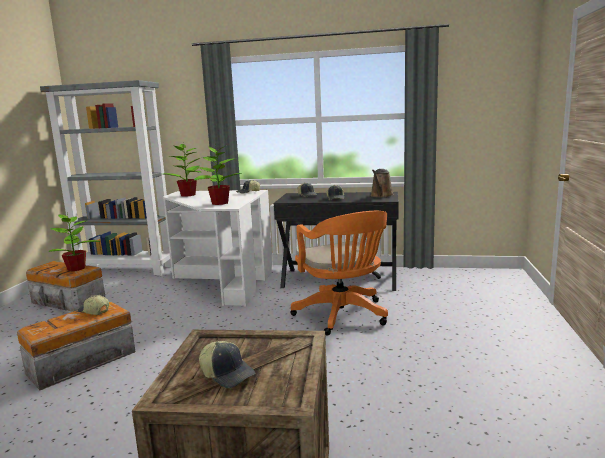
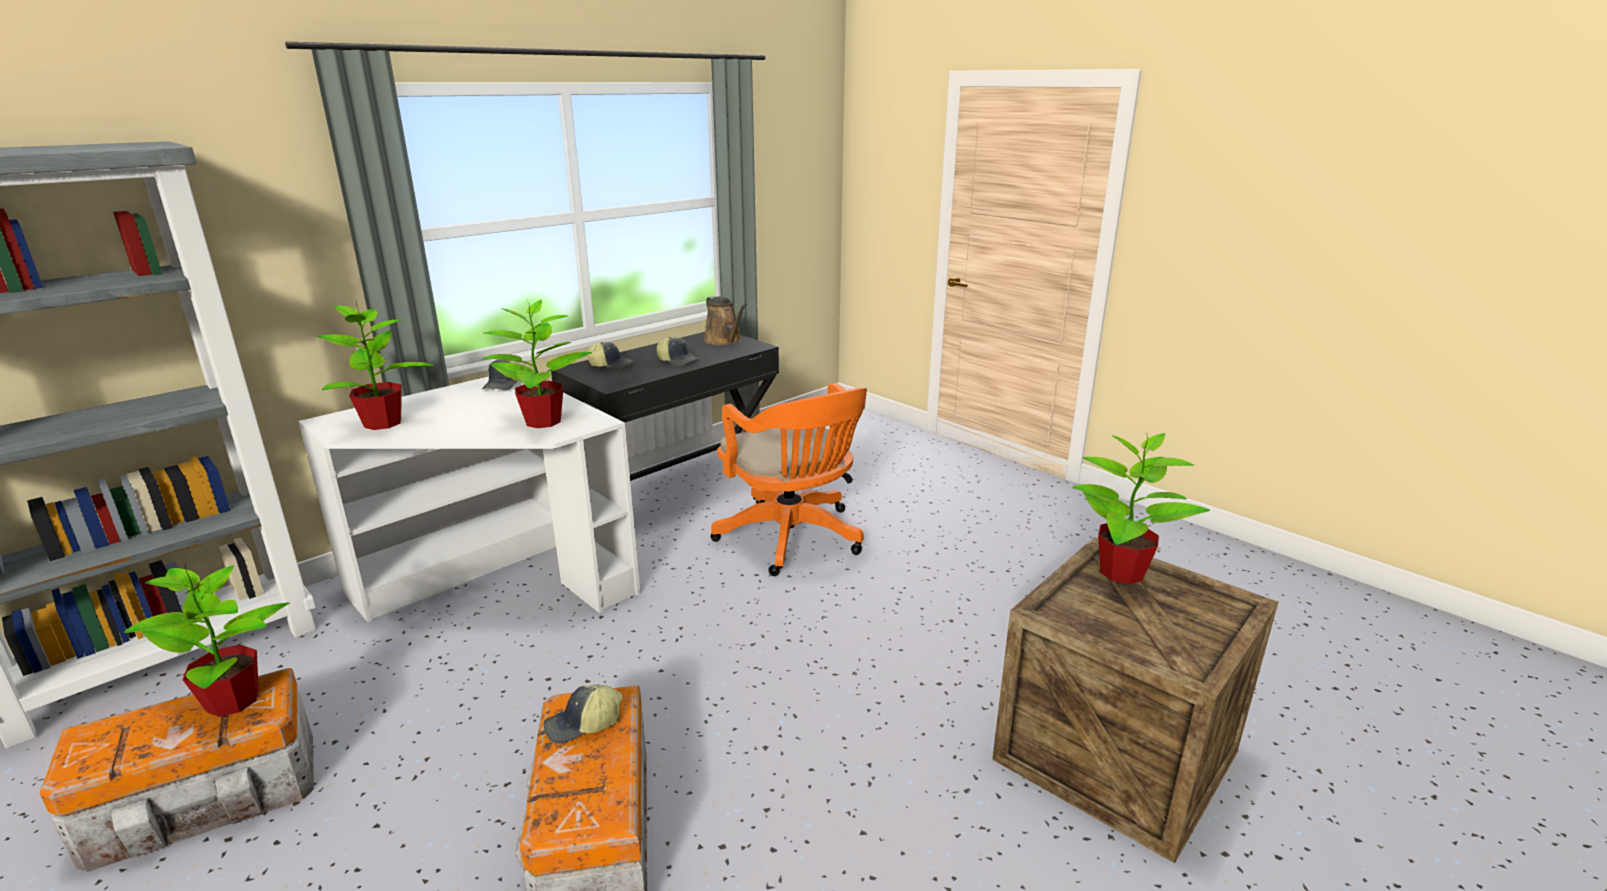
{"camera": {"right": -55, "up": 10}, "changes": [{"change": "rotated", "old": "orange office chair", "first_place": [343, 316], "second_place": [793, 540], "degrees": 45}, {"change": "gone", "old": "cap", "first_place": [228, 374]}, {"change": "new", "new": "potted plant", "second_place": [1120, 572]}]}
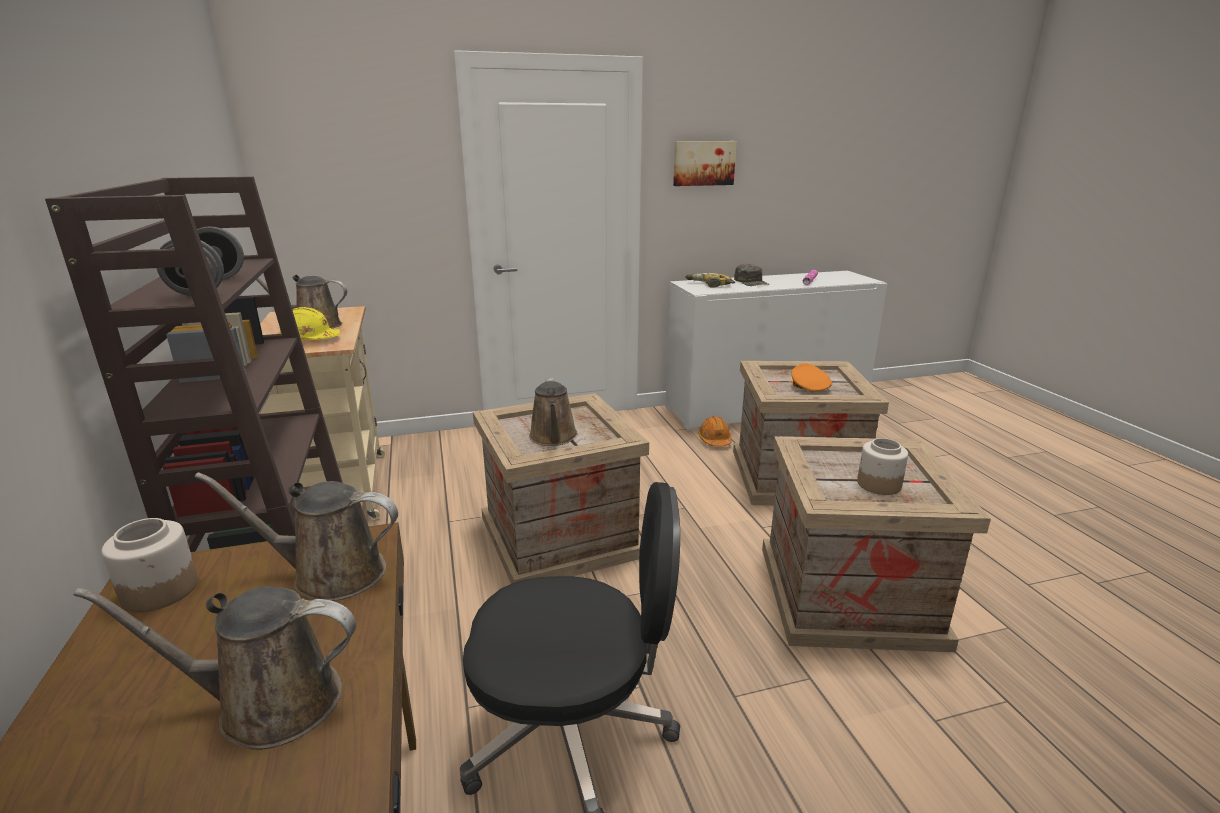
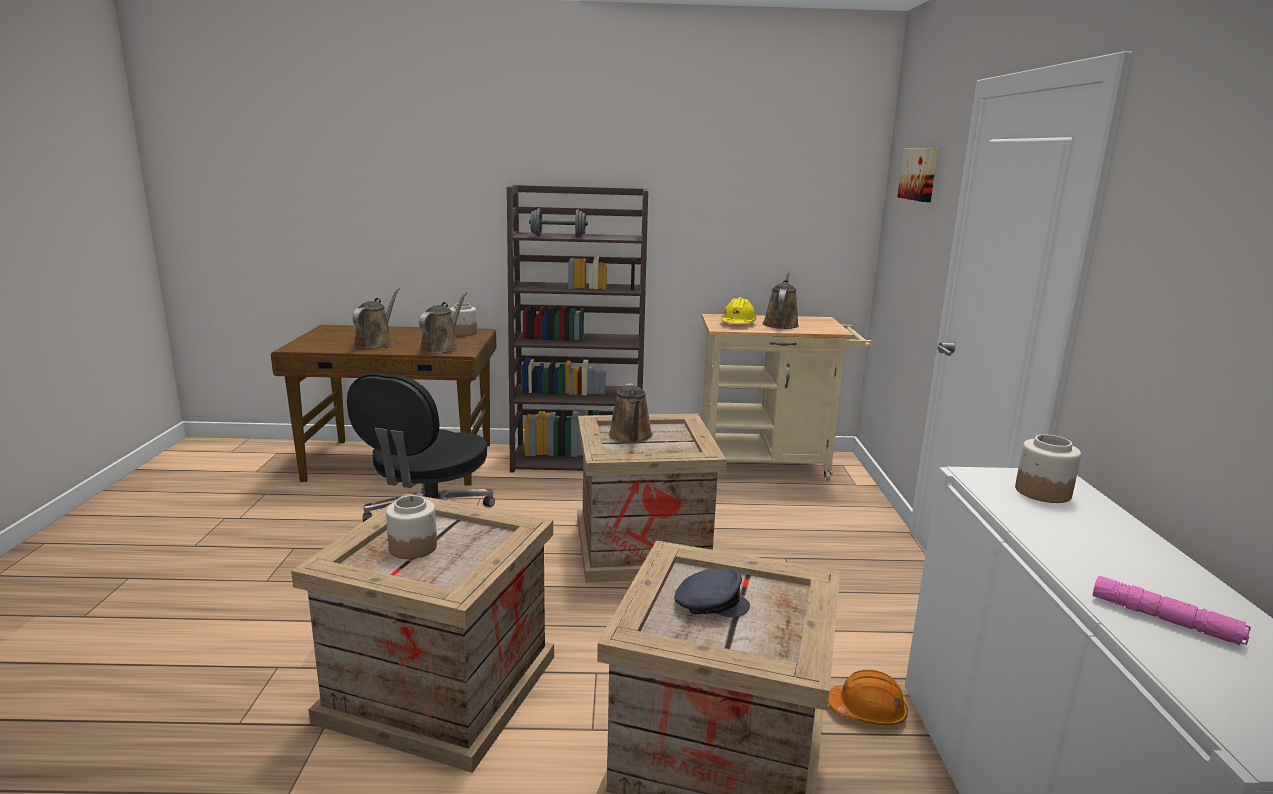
{"camera": {"right": 105, "up": -5}, "changes": [{"change": "shifted", "old": "picture", "first_place": [703, 163], "second_place": [920, 174]}, {"change": "gone", "old": "green cap", "first_place": [751, 282]}, {"change": "swapped", "old": "power drill", "new": "jar", "first_place": [709, 285], "second_place": [1042, 492]}, {"change": "repainted", "old": "orange cap", "new": "grey cap", "first_place": [808, 387], "second_place": [710, 603]}, {"change": "rotated", "old": "brown watering can", "first_place": [553, 437], "second_place": [631, 437], "degrees": -105}]}
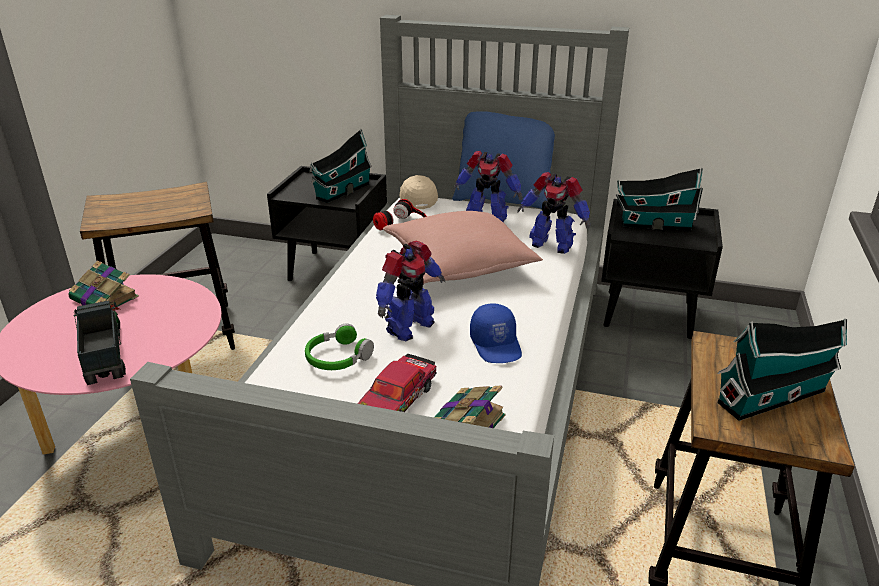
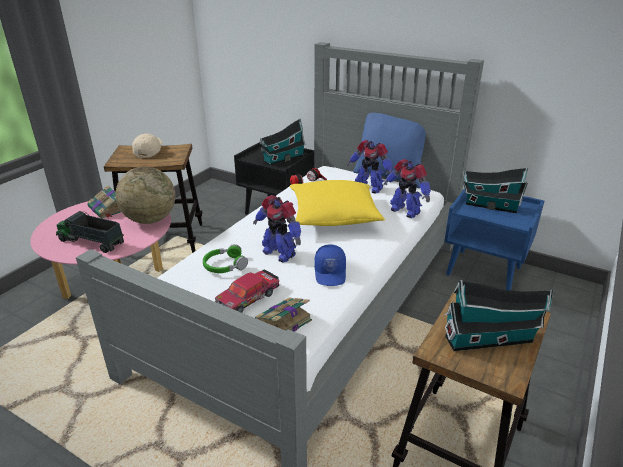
{"camera": {"right": 15, "up": 0}, "changes": [{"change": "shifted", "old": "beige cap", "first_place": [417, 199], "second_place": [149, 151]}, {"change": "repainted", "old": "black nightstand", "new": "blue nightstand", "first_place": [649, 314], "second_place": [484, 271]}, {"change": "repainted", "old": "pink pillow", "new": "yellow pillow", "first_place": [459, 265], "second_place": [334, 216]}, {"change": "rotated", "old": "toy robot", "first_place": [409, 327], "second_place": [279, 253], "degrees": 75}, {"change": "rotated", "old": "toy truck", "first_place": [104, 354], "second_place": [91, 242], "degrees": -60}, {"change": "new", "new": "globe", "second_place": [150, 220]}]}
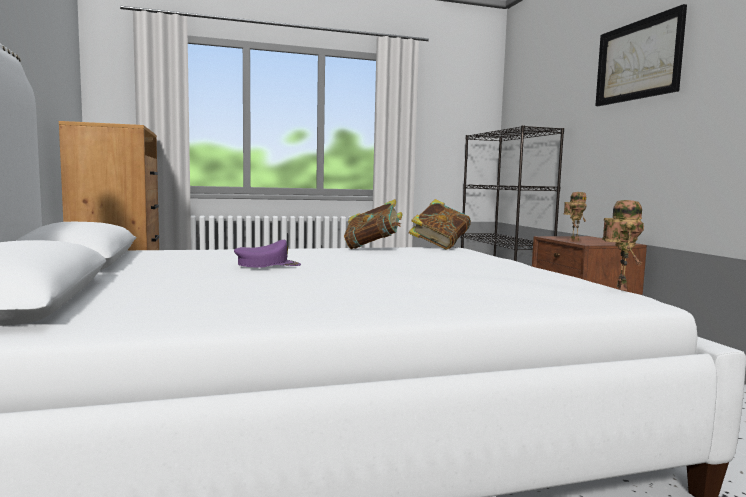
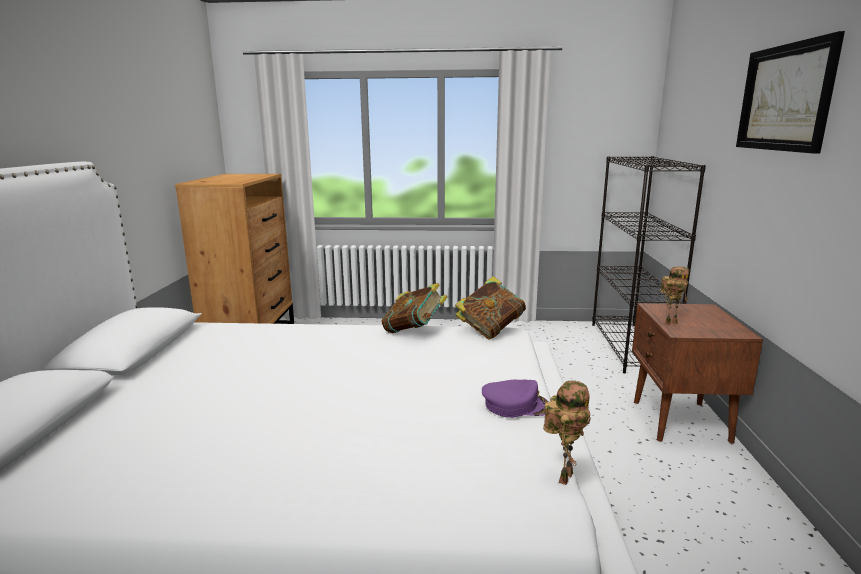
{"camera": {"right": 20, "up": 10}, "changes": [{"change": "shifted", "old": "purple cap", "first_place": [267, 264], "second_place": [516, 405]}]}
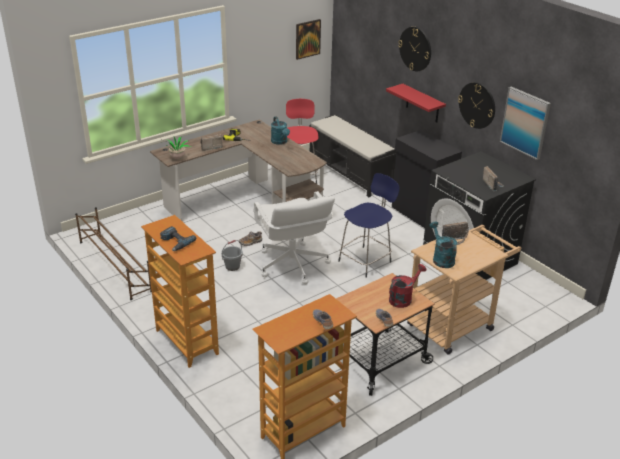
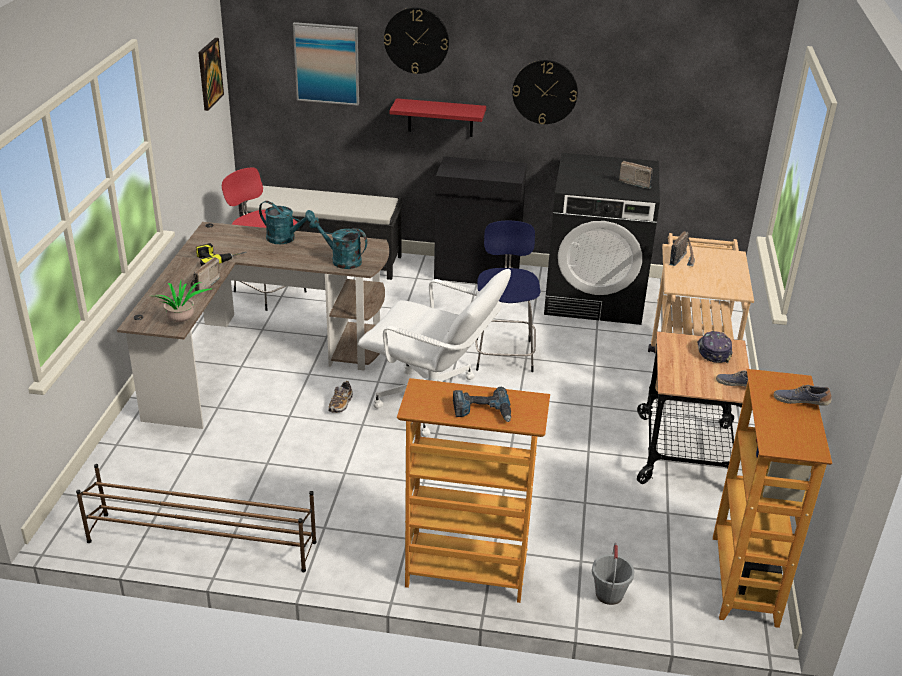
{"camera": {"right": -45, "up": 0}, "changes": [{"change": "shifted", "old": "picture", "first_place": [525, 122], "second_place": [327, 63]}, {"change": "shifted", "old": "turquoise watering can", "first_place": [441, 258], "second_place": [341, 260]}, {"change": "shifted", "old": "grey bucket", "first_place": [232, 266], "second_place": [609, 594]}, {"change": "swapped", "old": "red watering can", "new": "cap", "first_place": [403, 298], "second_place": [713, 352]}]}
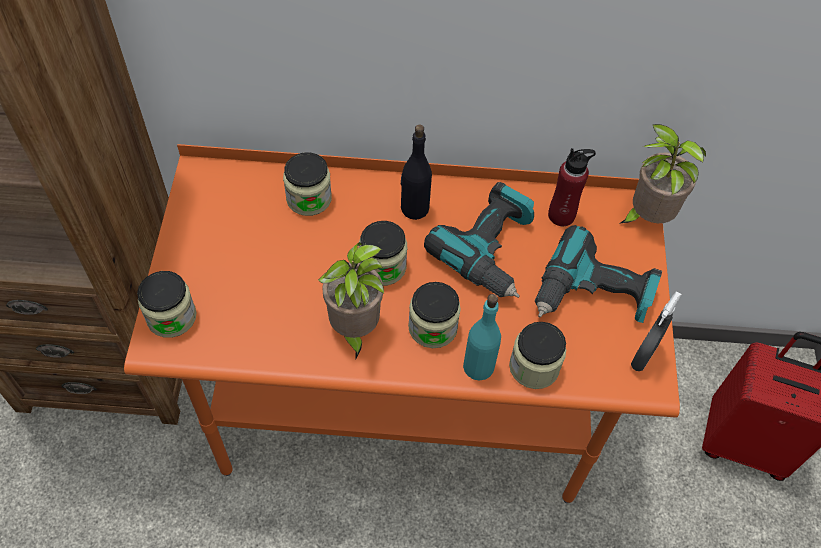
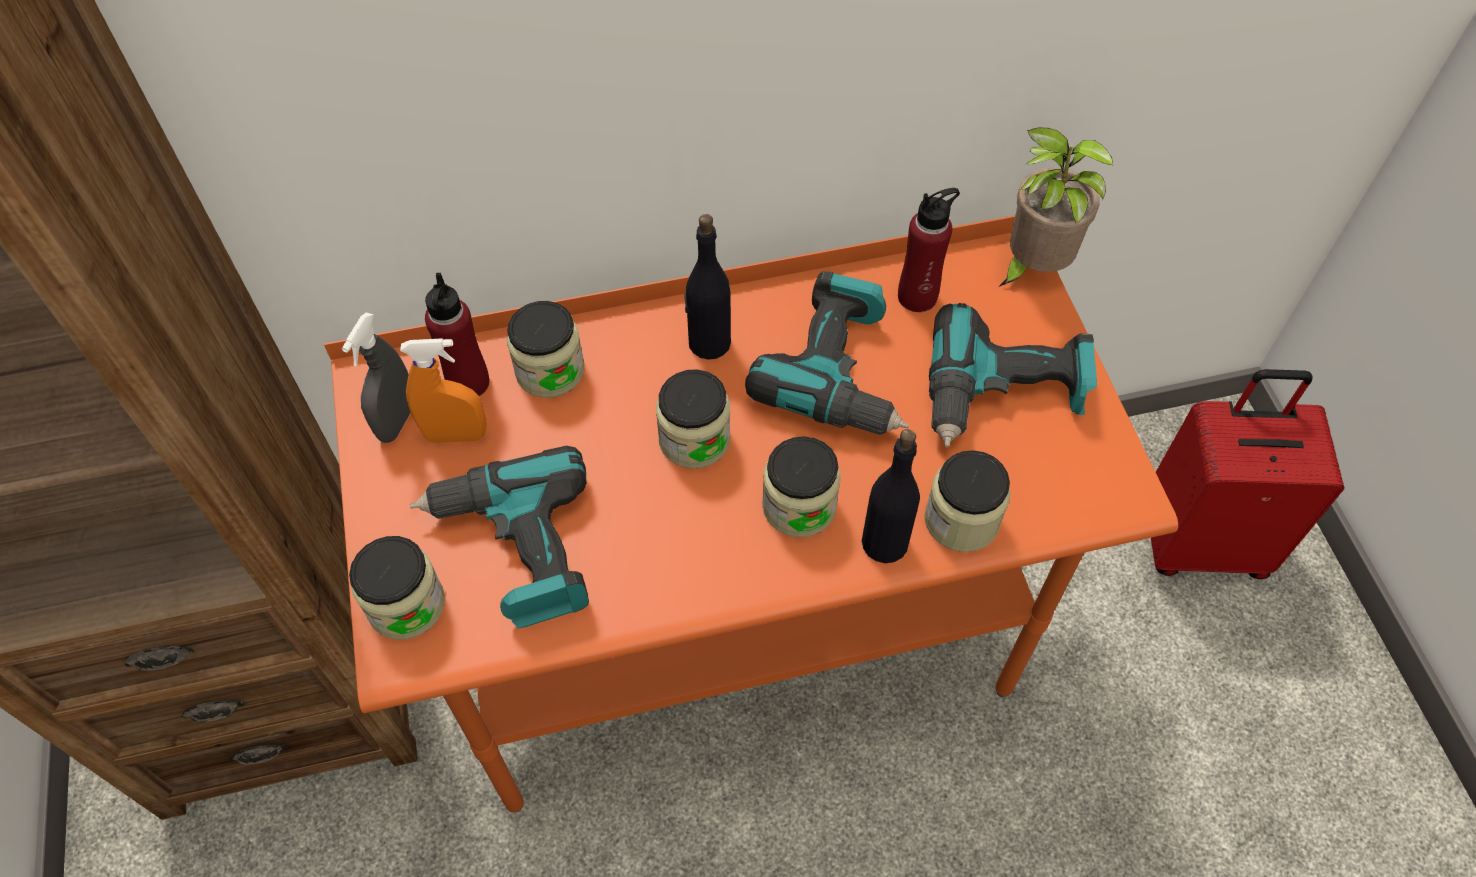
{"camera": {"right": -15, "up": 0}, "changes": [{"change": "gone", "old": "potted plant", "first_place": [354, 330]}, {"change": "shifted", "old": "grey spray bottle", "first_place": [643, 356], "second_place": [397, 421]}, {"change": "repainted", "old": "turquoise bottle", "new": "black bottle", "first_place": [478, 366], "second_place": [884, 542]}, {"change": "new", "new": "red bottle", "second_place": [468, 383]}, {"change": "new", "new": "orange spray bottle", "second_place": [456, 435]}, {"change": "new", "new": "power drill", "second_place": [517, 550]}]}
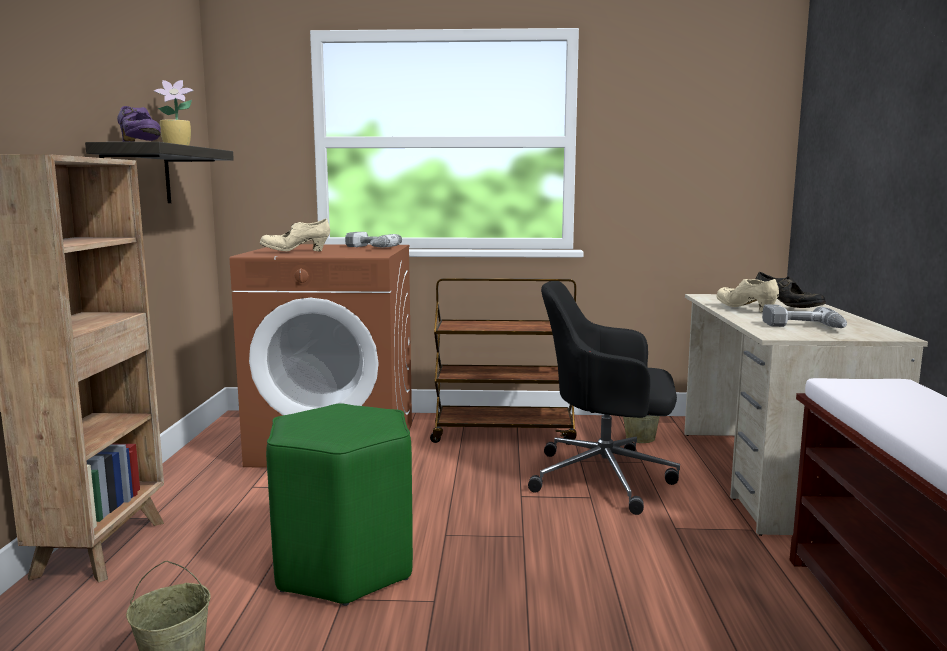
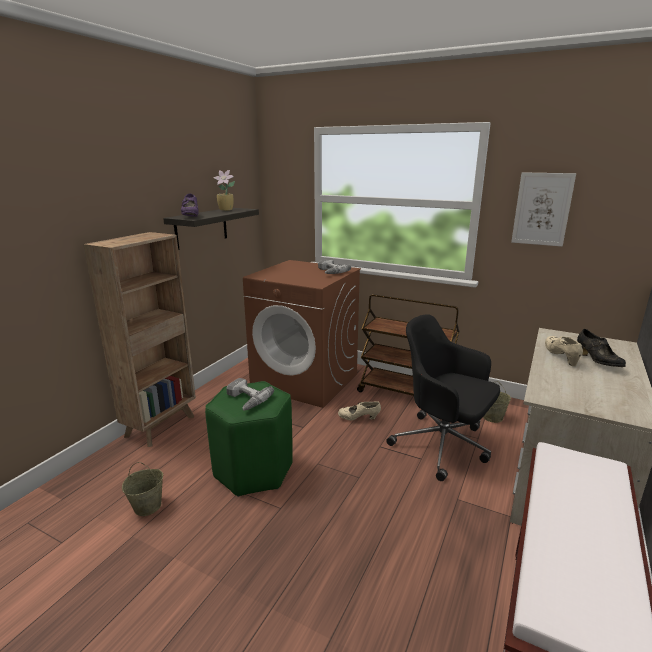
{"camera": {"right": 25, "up": 10}, "changes": [{"change": "shifted", "old": "beige shoe", "first_place": [295, 252], "second_place": [359, 418]}, {"change": "shifted", "old": "power drill", "first_place": [804, 327], "second_place": [245, 400]}, {"change": "new", "new": "picture", "second_place": [542, 209]}]}
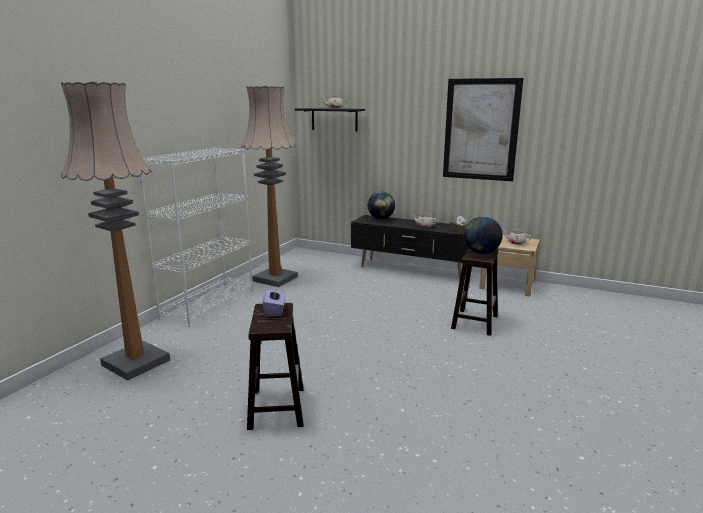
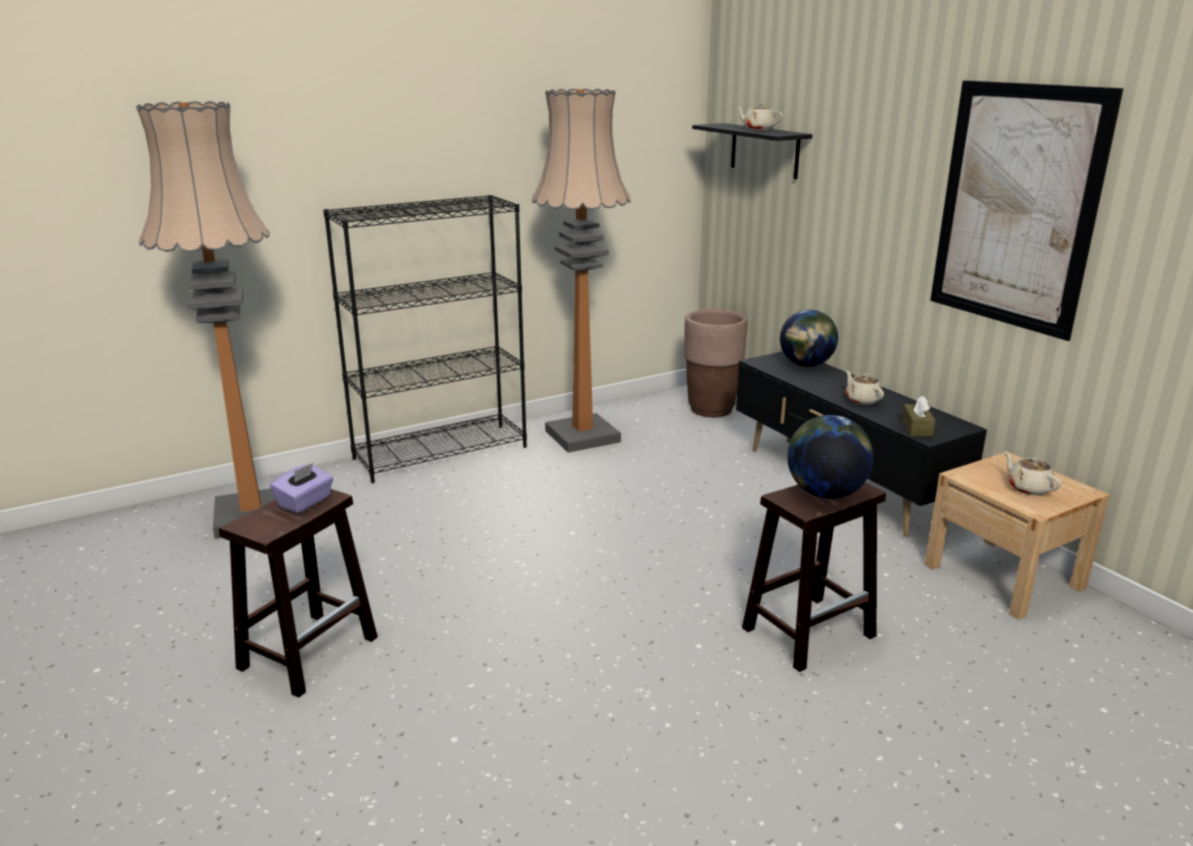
{"camera": {"right": 35, "up": 5}, "changes": [{"change": "repainted", "old": "white bookcase", "new": "black bookcase", "first_place": [209, 303], "second_place": [441, 452]}, {"change": "new", "new": "brown planter", "second_place": [711, 410]}]}
